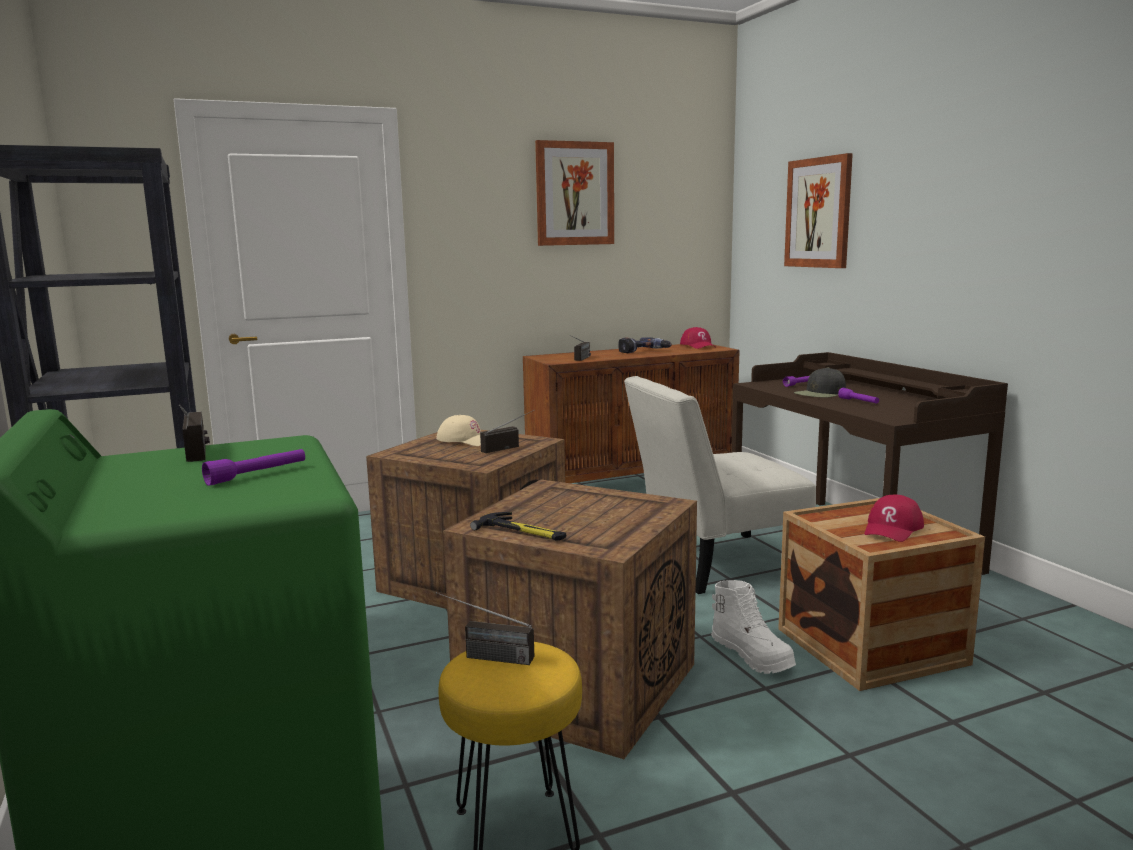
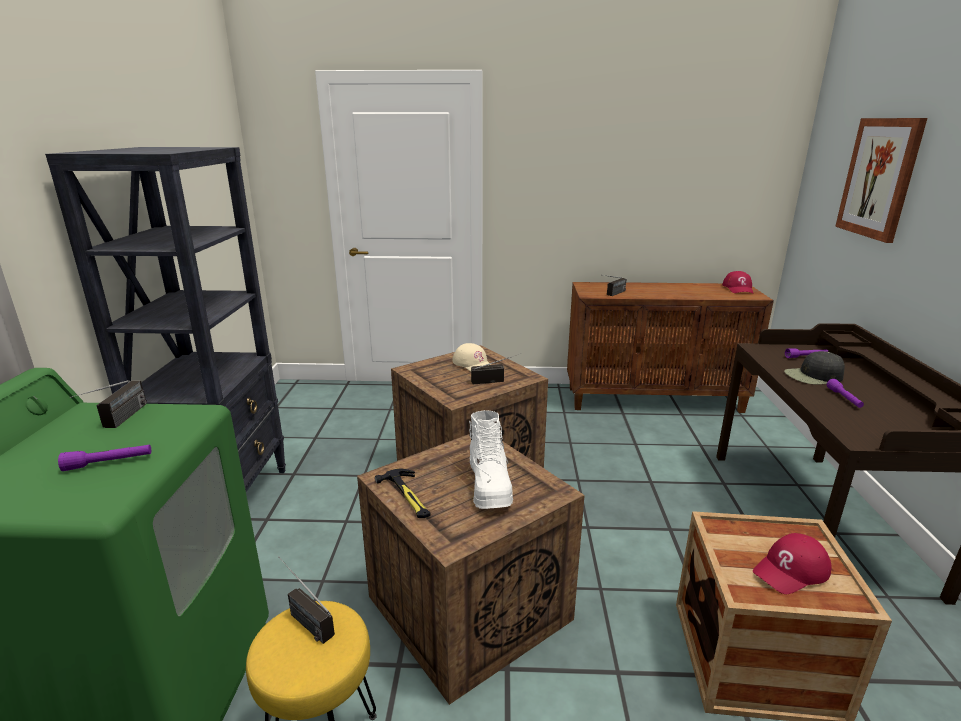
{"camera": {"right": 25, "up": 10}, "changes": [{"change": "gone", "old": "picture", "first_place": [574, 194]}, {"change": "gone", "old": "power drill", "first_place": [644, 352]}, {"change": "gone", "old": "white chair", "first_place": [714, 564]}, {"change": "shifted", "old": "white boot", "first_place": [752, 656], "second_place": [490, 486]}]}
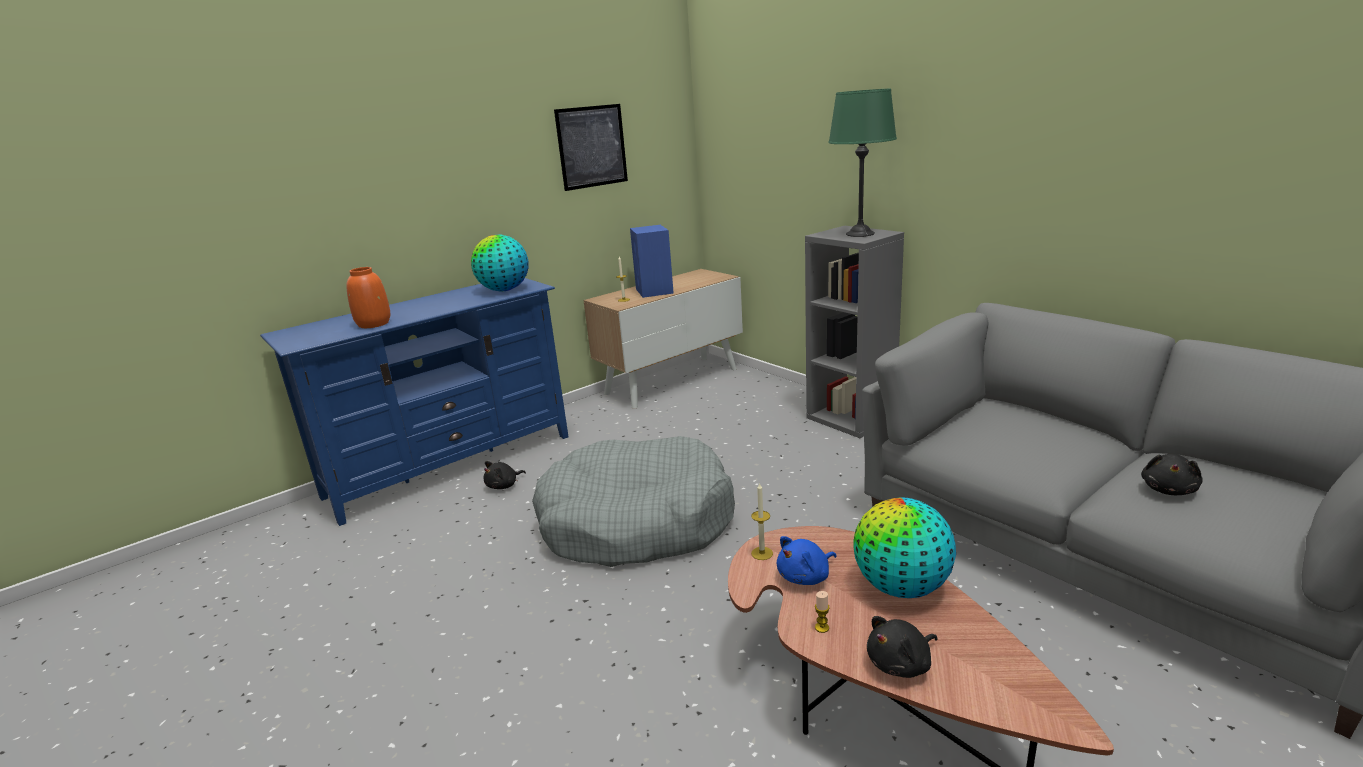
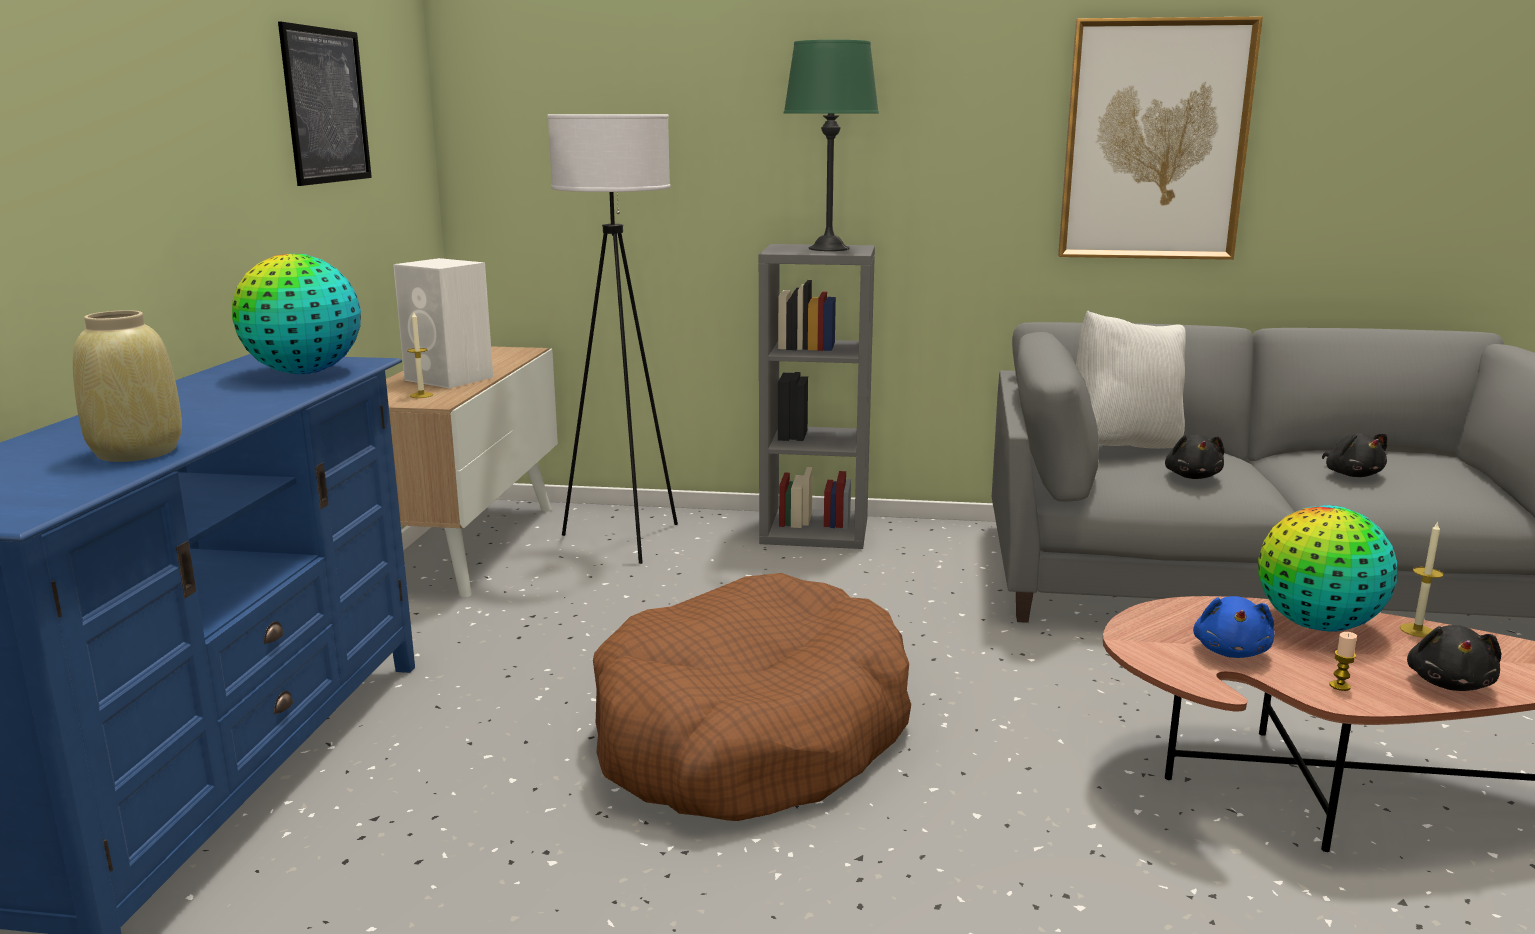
{"camera": {"right": -45, "up": -5}, "changes": [{"change": "repainted", "old": "blue speaker", "new": "white speaker", "first_place": [654, 291], "second_place": [450, 379]}, {"change": "repainted", "old": "orange vase", "new": "beige vase", "first_place": [374, 324], "second_place": [138, 452]}, {"change": "repainted", "old": "grey dog bed", "new": "brown dog bed", "first_place": [636, 522], "second_place": [750, 735]}, {"change": "shifted", "old": "black plush toy", "first_place": [504, 485], "second_place": [1192, 476]}, {"change": "shifted", "old": "candle", "first_place": [762, 553], "second_place": [1417, 630]}, {"change": "new", "new": "picture", "second_place": [1155, 141]}, {"change": "new", "new": "white floor lamp", "second_place": [625, 540]}, {"change": "new", "new": "white pillow", "second_place": [1124, 447]}]}
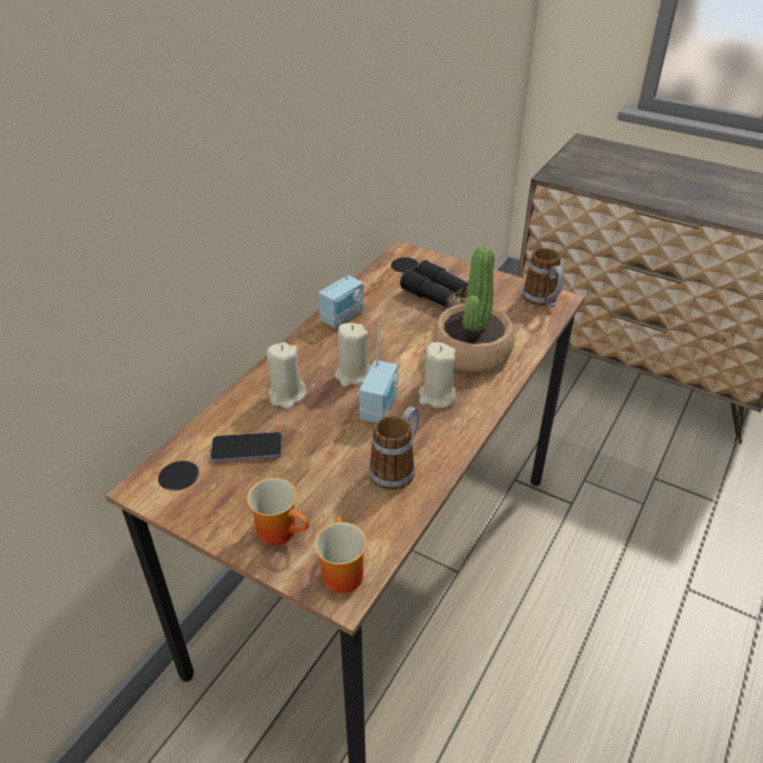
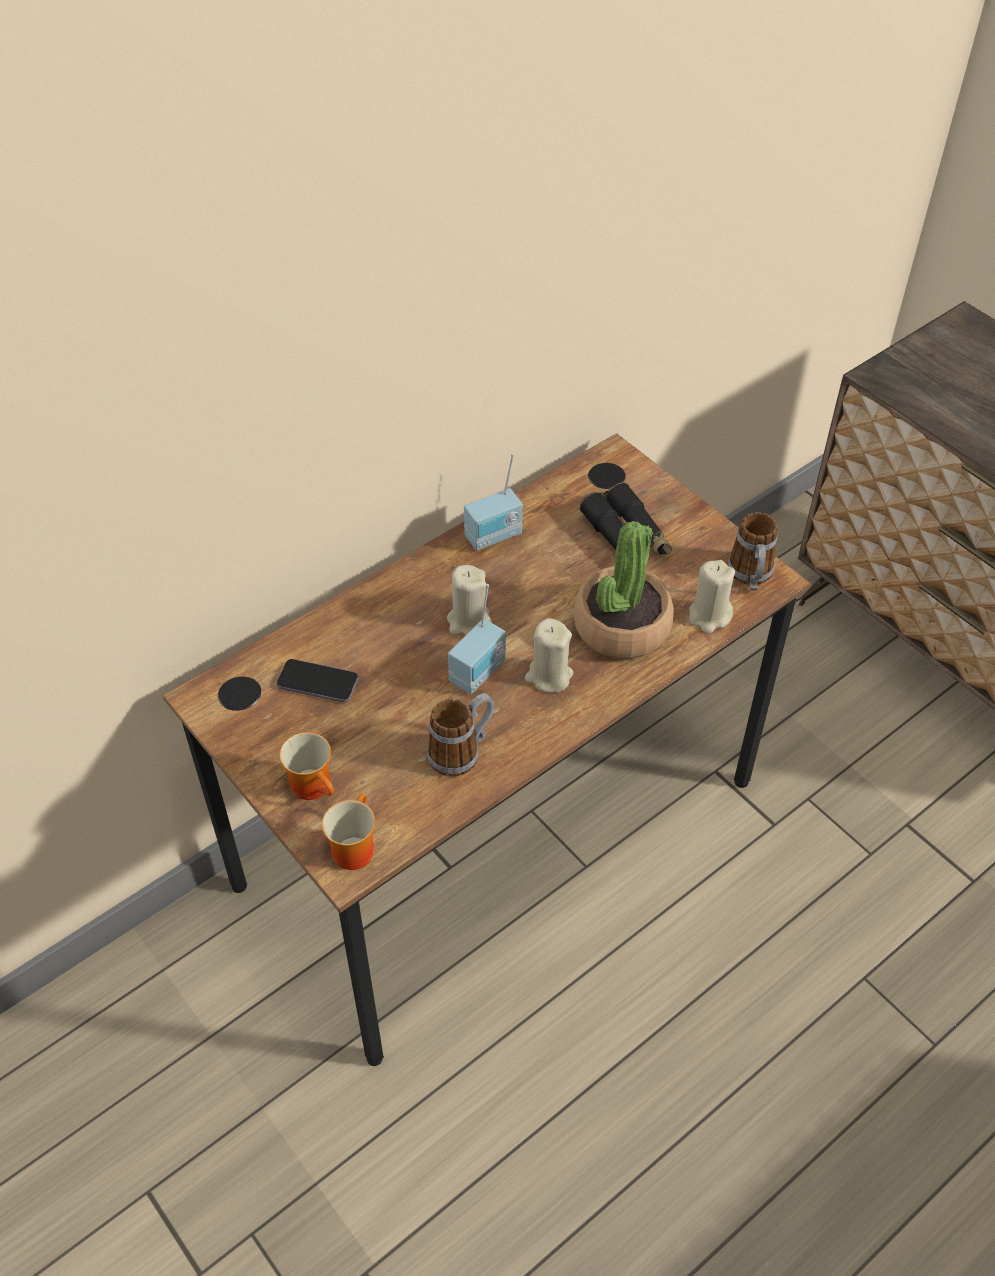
{"camera": {"right": 20, "up": 10}, "changes": [{"change": "shifted", "old": "beige candle", "first_place": [287, 396], "second_place": [709, 616]}]}
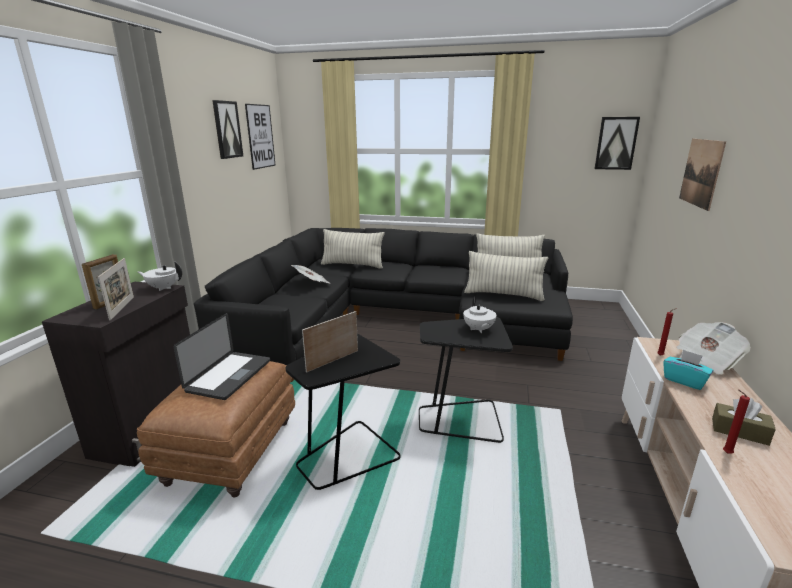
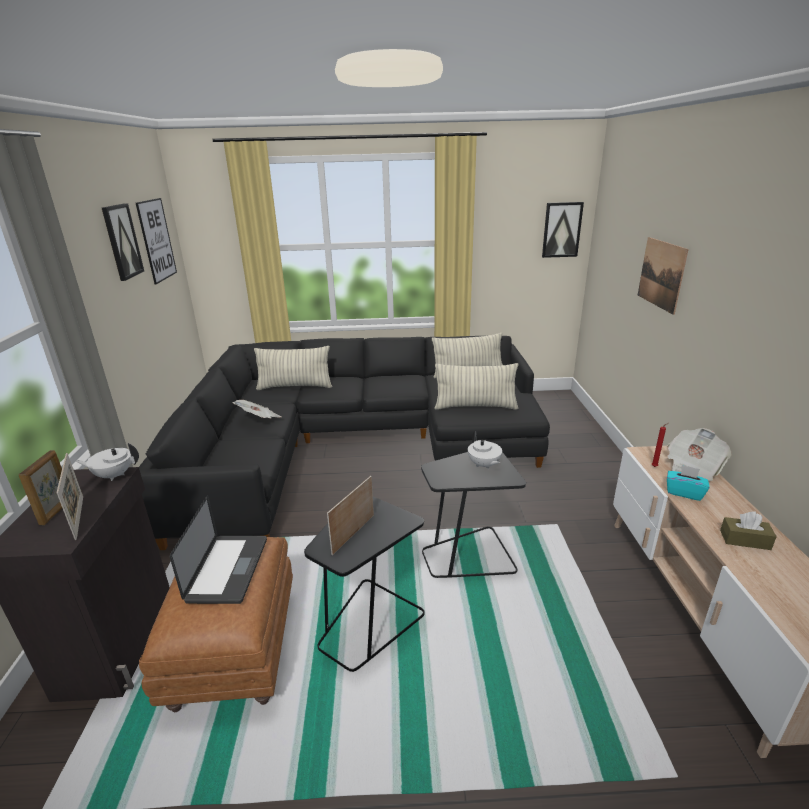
{"camera": {"right": -15, "up": 5}, "changes": [{"change": "gone", "old": "red candle", "first_place": [725, 453]}]}
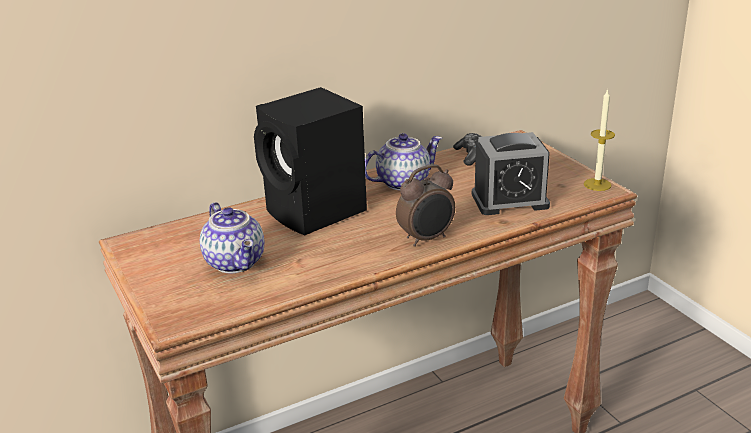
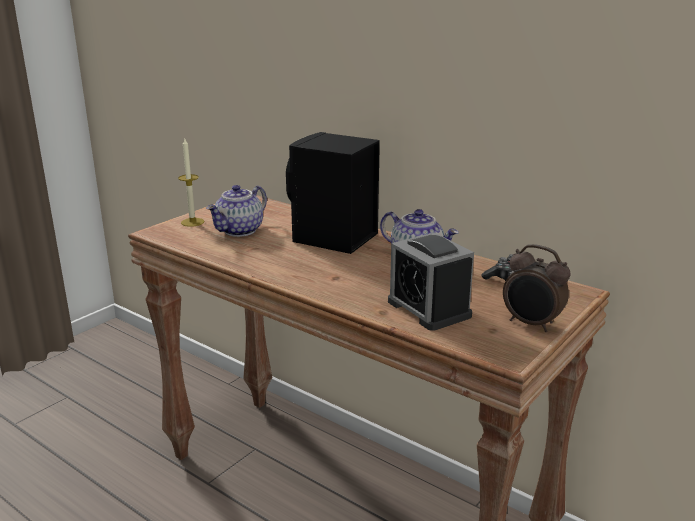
{"camera": {"right": 65, "up": -5}, "changes": [{"change": "shifted", "old": "candle", "first_place": [597, 184], "second_place": [192, 222]}, {"change": "shifted", "old": "alarm clock", "first_place": [427, 239], "second_place": [531, 324]}]}
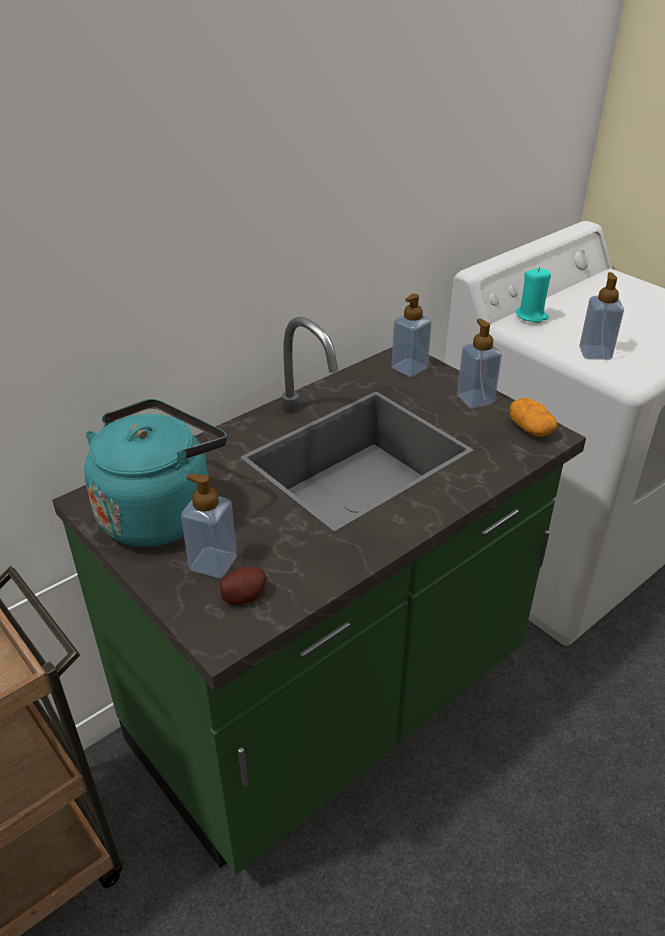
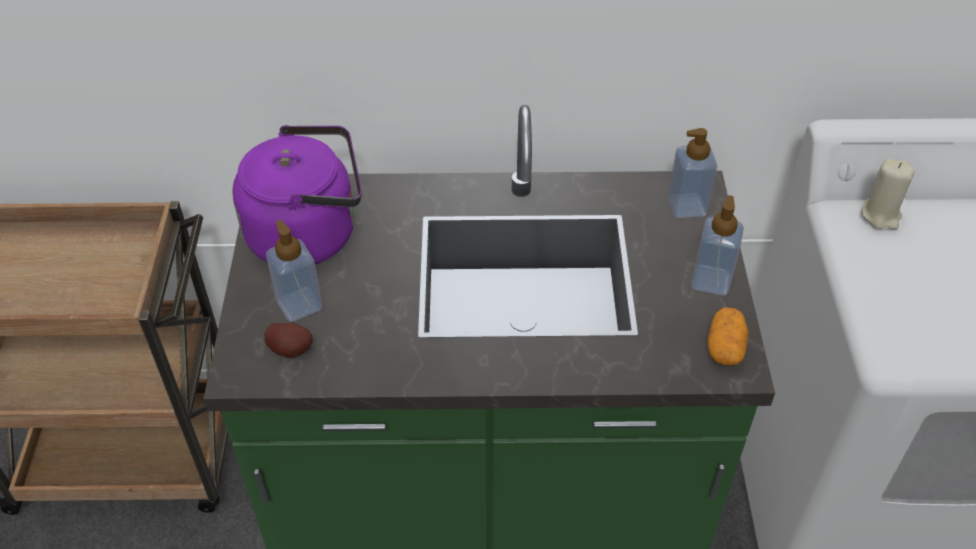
{"camera": {"right": 40, "up": 10}, "changes": [{"change": "repainted", "old": "turquoise candle", "new": "beige candle", "first_place": [531, 316], "second_place": [881, 215]}, {"change": "gone", "old": "soap dispenser", "first_place": [595, 353]}, {"change": "repainted", "old": "turquoise kettle", "new": "purple kettle", "first_place": [160, 512], "second_place": [309, 233]}]}
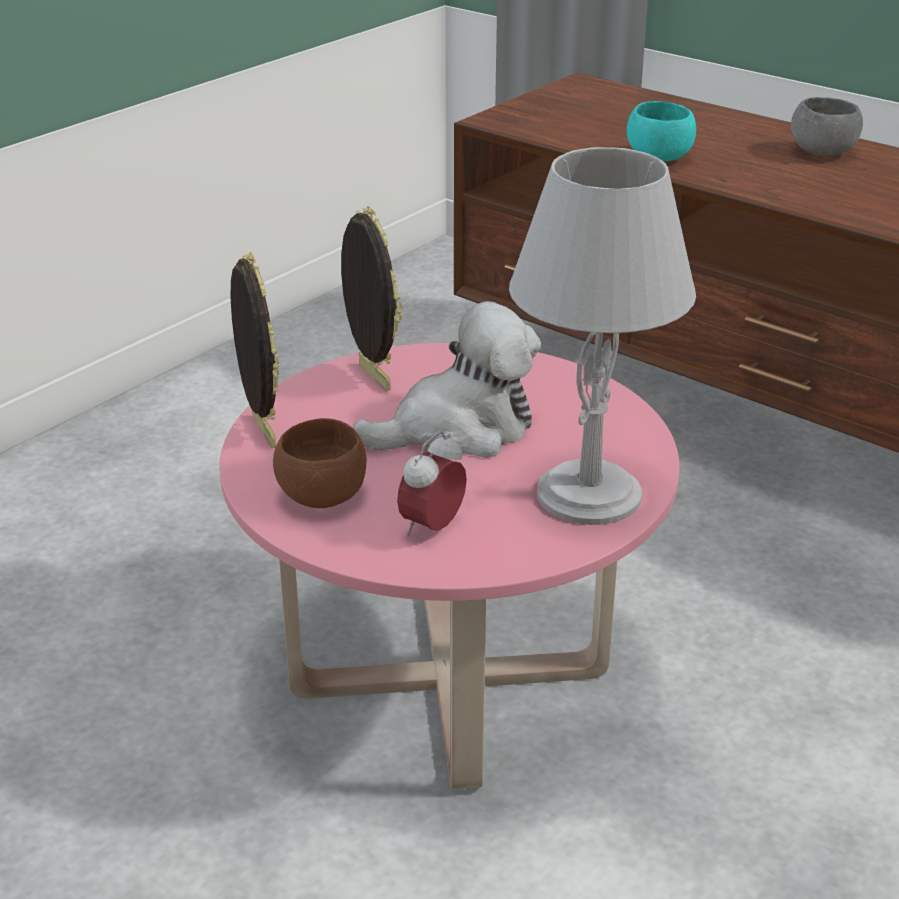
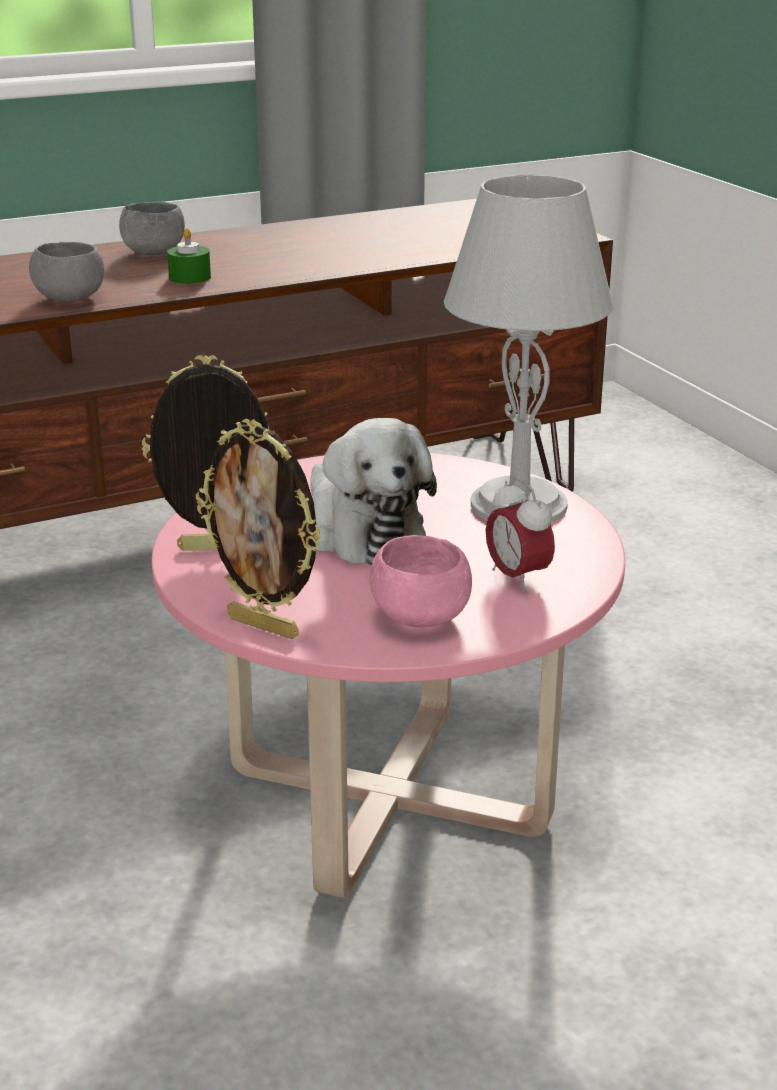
{"camera": {"right": -65, "up": -5}, "changes": [{"change": "repainted", "old": "turquoise bowl", "new": "grey bowl", "first_place": [658, 157], "second_place": [70, 298]}, {"change": "rotated", "old": "picture frame", "first_place": [261, 432], "second_place": [265, 626], "degrees": -150}, {"change": "rotated", "old": "plush toy", "first_place": [459, 429], "second_place": [361, 532], "degrees": 150}, {"change": "repainted", "old": "brown bowl", "new": "pink bowl", "first_place": [322, 496], "second_place": [420, 617]}, {"change": "new", "new": "green candle", "second_place": [190, 278]}]}
